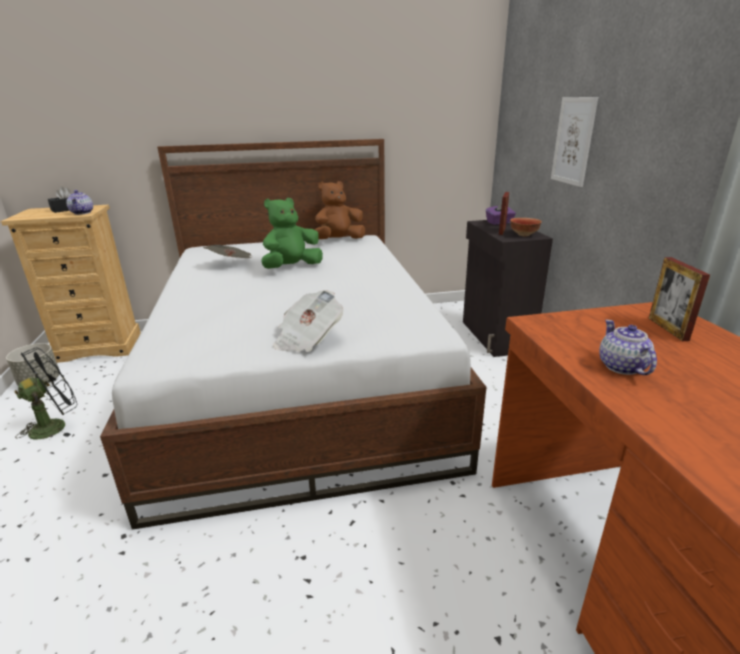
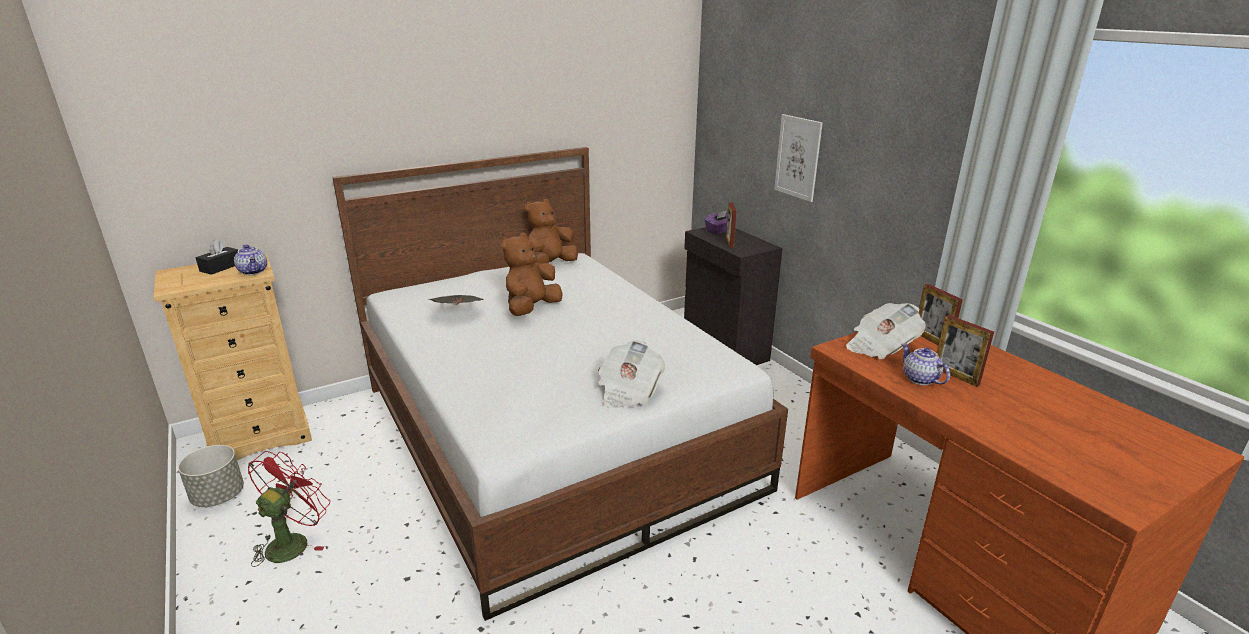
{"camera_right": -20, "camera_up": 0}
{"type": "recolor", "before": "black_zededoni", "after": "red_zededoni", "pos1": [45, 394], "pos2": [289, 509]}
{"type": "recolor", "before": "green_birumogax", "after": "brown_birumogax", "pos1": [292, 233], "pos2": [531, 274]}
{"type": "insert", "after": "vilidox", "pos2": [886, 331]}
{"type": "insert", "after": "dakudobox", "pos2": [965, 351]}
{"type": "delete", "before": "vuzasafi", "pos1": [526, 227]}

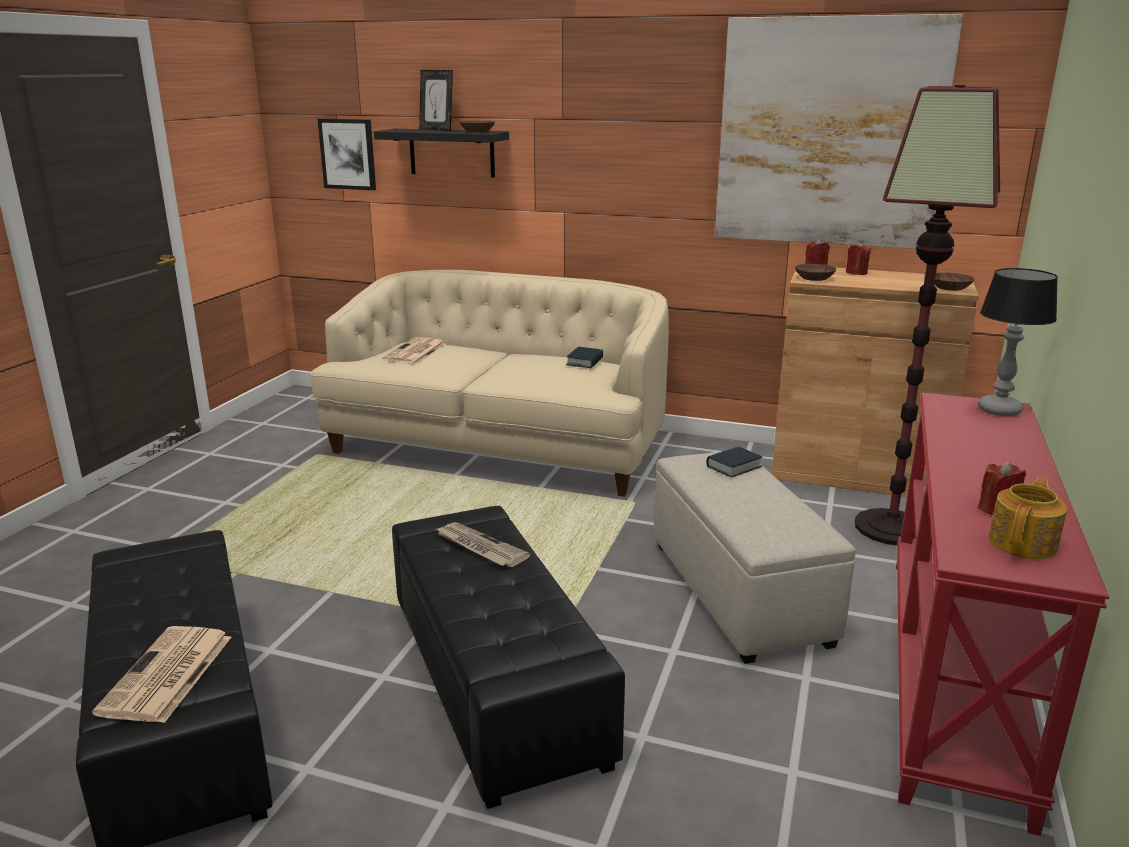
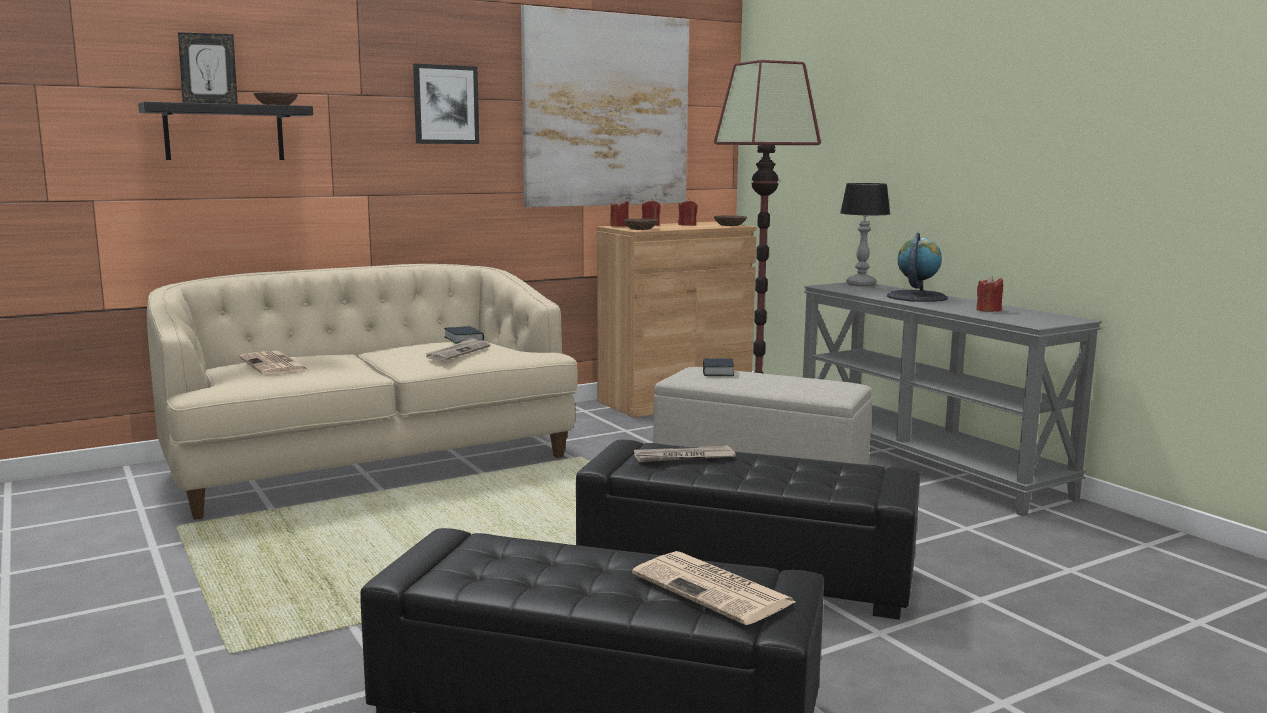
{"camera_right": -50, "camera_up": -10}
{"type": "move", "before": "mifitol", "pos1": [347, 154], "pos2": [446, 104]}
{"type": "insert", "after": "vilidox", "pos2": [457, 349]}
{"type": "insert", "after": "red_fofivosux", "pos2": [688, 212]}
{"type": "recolor", "before": "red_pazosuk", "after": "grey_pazosuk", "pos1": [1002, 614], "pos2": [952, 399]}
{"type": "insert", "after": "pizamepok", "pos2": [917, 267]}
{"type": "delete", "before": "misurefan", "pos1": [1027, 518]}

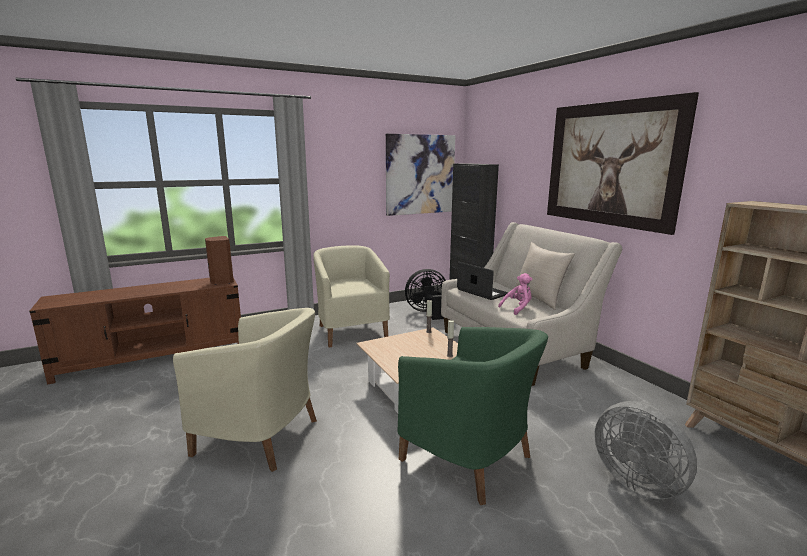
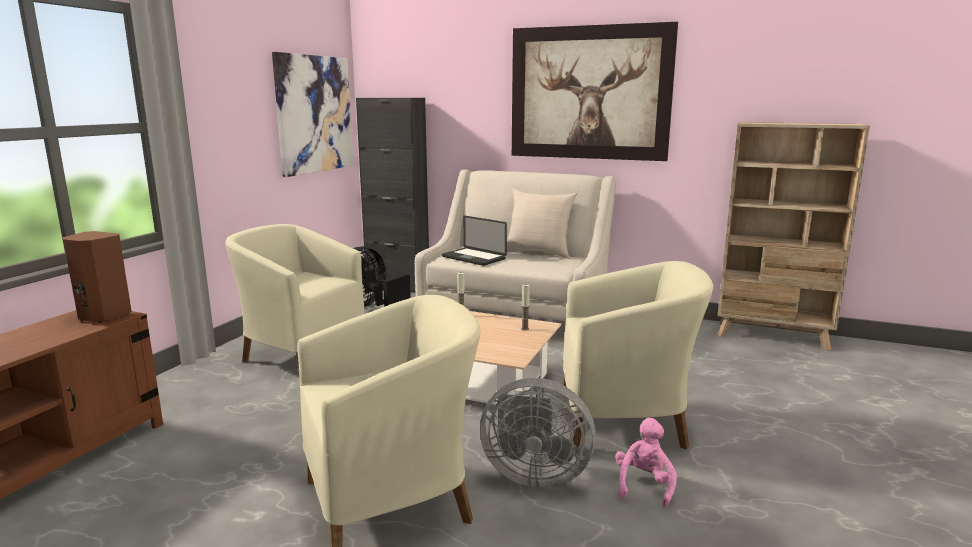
{"camera_right": -40, "camera_up": 0}
{"type": "rotate", "before": "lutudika", "pos1": [482, 281], "pos2": [474, 241], "turn": -150}
{"type": "move", "before": "grey_zededoni", "pos1": [645, 450], "pos2": [538, 433]}
{"type": "recolor", "before": "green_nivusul", "after": "beige_nivusul", "pos1": [472, 416], "pos2": [637, 355]}
{"type": "move", "before": "pink_birumogax", "pos1": [515, 294], "pos2": [646, 462]}

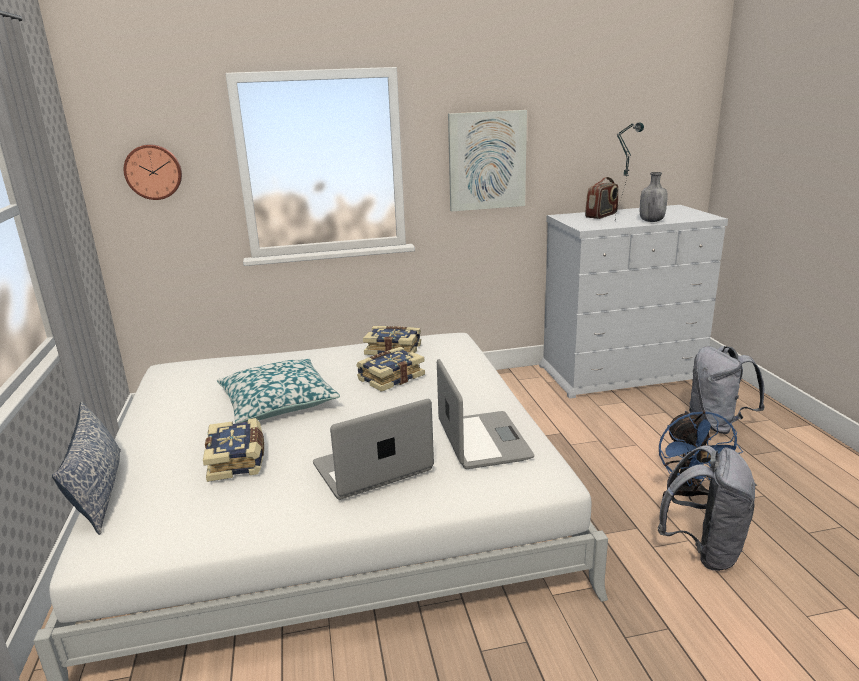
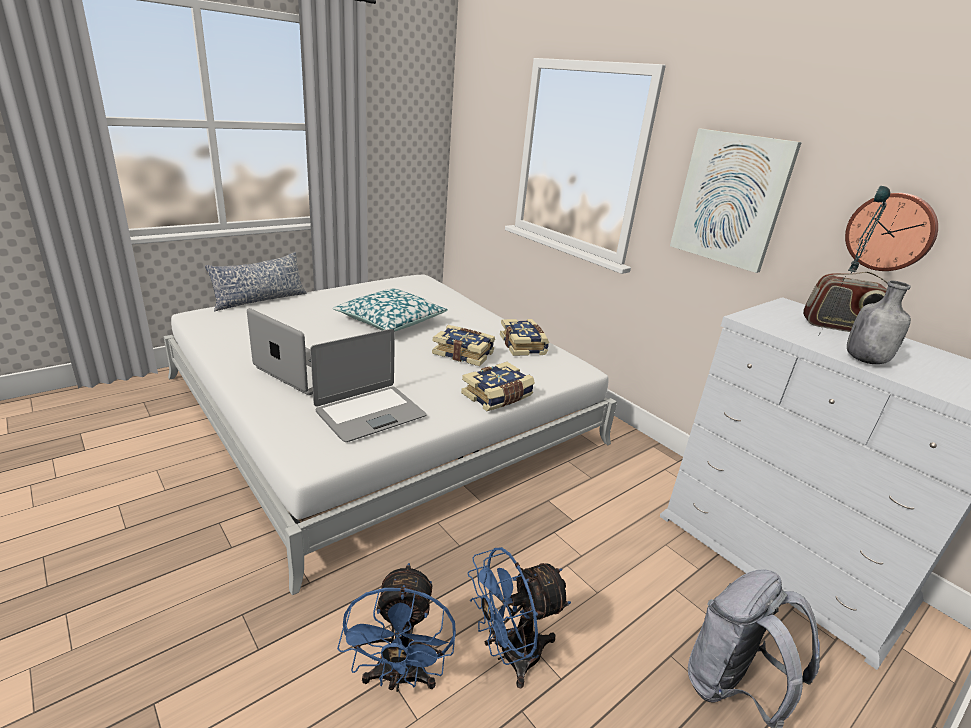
{"camera_right": 60, "camera_up": 5}
{"type": "replace", "before": "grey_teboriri", "after": "blue_zededoni", "pos1": [707, 508], "pos2": [396, 627]}
{"type": "move", "before": "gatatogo", "pos1": [233, 450], "pos2": [498, 386]}
{"type": "move", "before": "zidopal", "pos1": [153, 172], "pos2": [891, 232]}

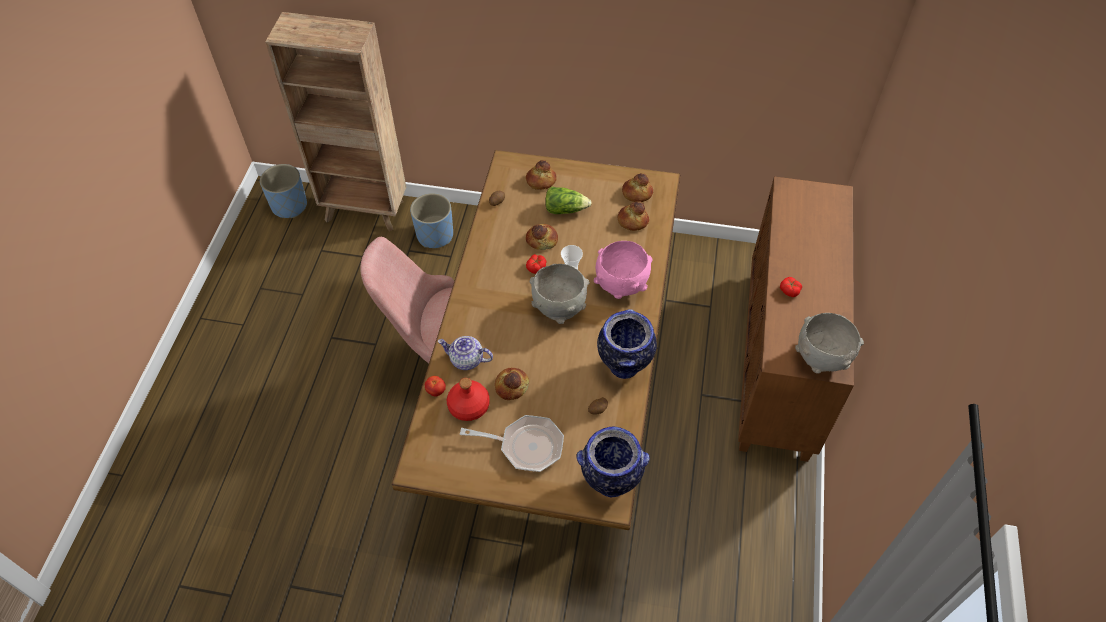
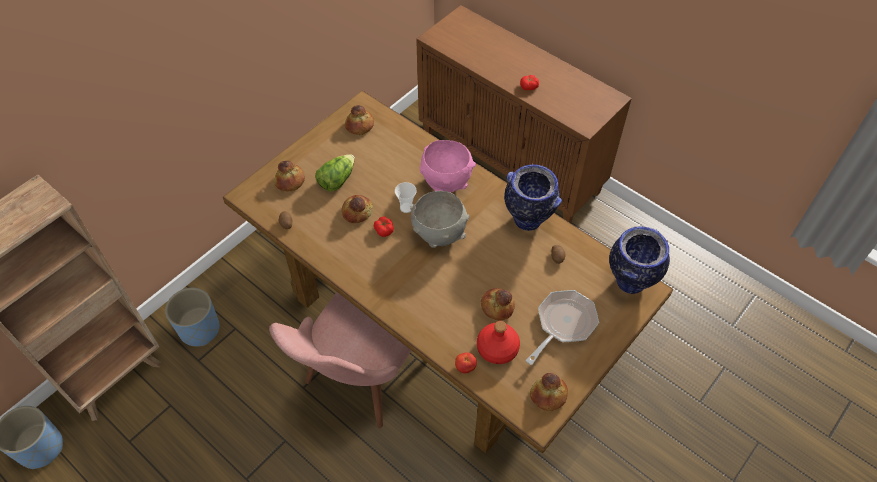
{"camera_right": -60, "camera_up": 0}
{"type": "move", "before": "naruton", "pos1": [633, 216], "pos2": [549, 392]}
{"type": "delete", "before": "misurefan", "pos1": [465, 353]}
{"type": "delete", "before": "grey_vuzasafi", "pos1": [829, 343]}

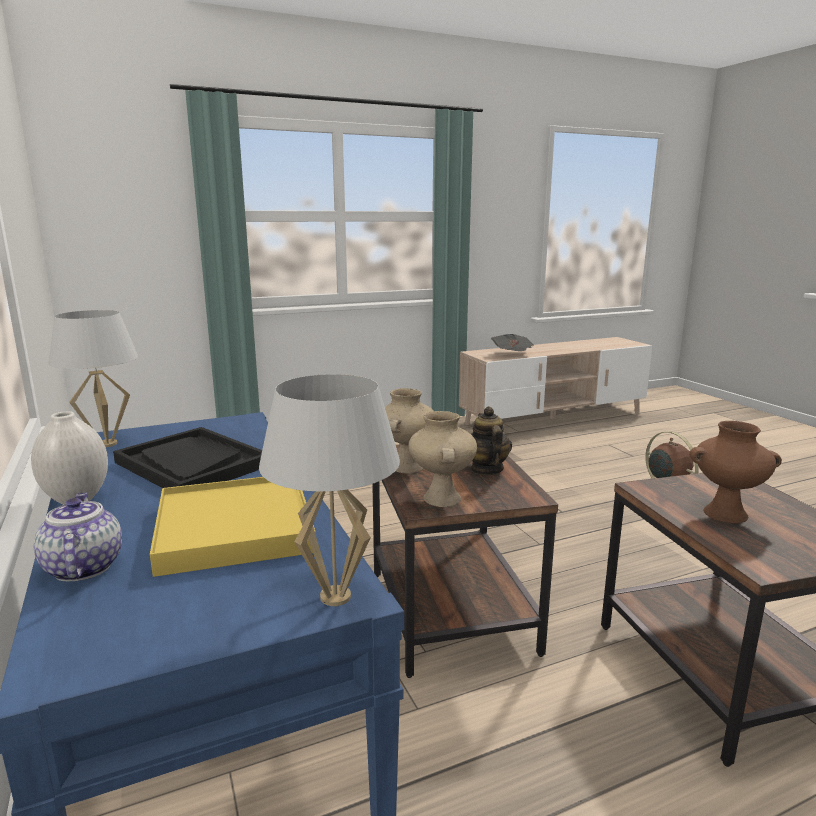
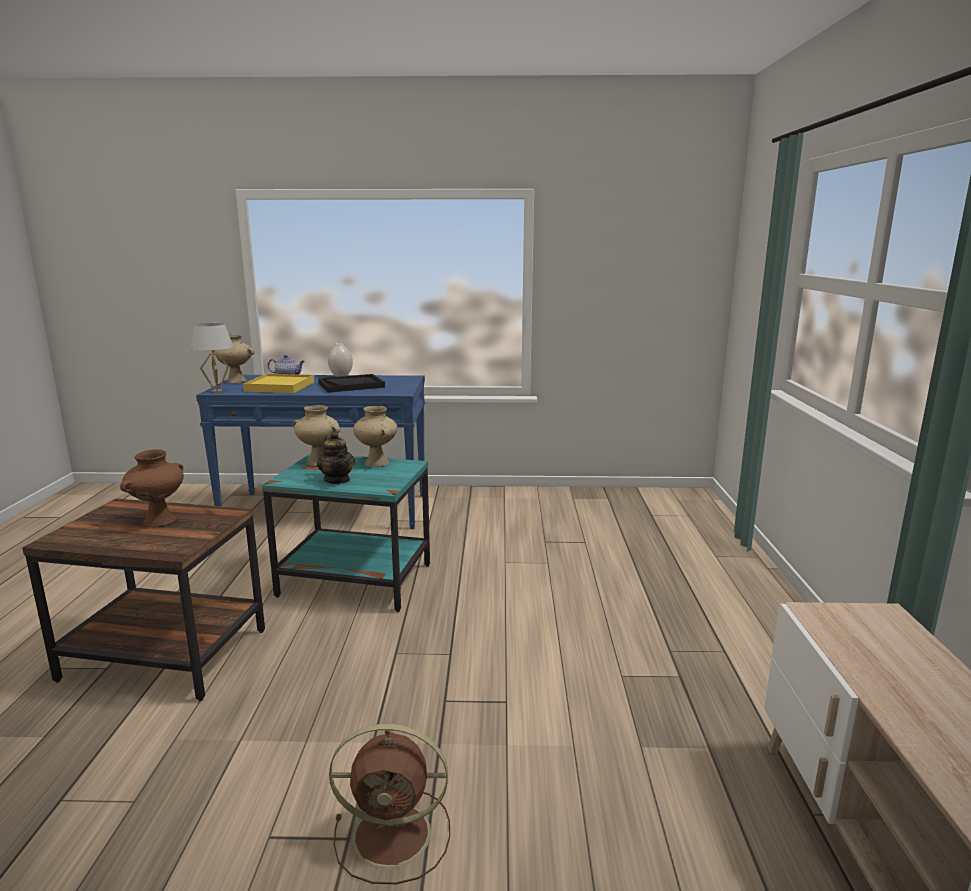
{"camera_right": 115, "camera_up": 0}
{"type": "insert", "after": "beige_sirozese", "pos2": [233, 358]}
{"type": "recolor", "before": "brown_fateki", "after": "turquoise_fateki", "pos1": [465, 561], "pos2": [346, 532]}
{"type": "rotate", "before": "misurefan", "pos1": [491, 440], "pos2": [336, 457], "turn": 45}
{"type": "delete", "before": "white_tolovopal", "pos1": [93, 378]}
{"type": "delete", "before": "vilidox", "pos1": [512, 342]}

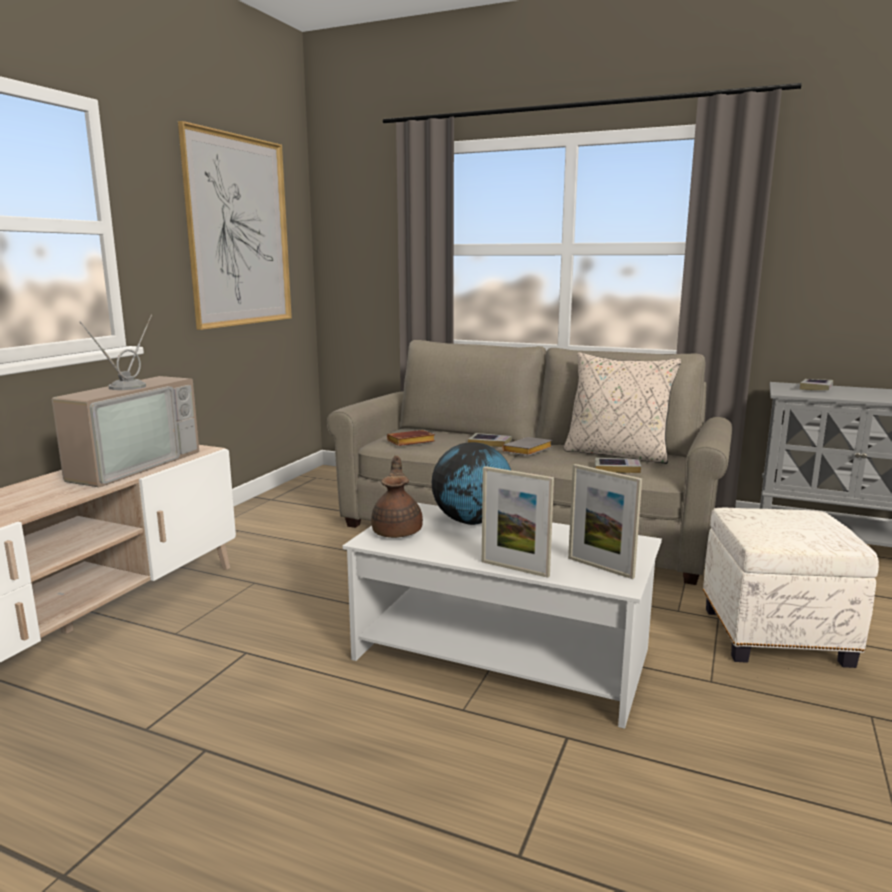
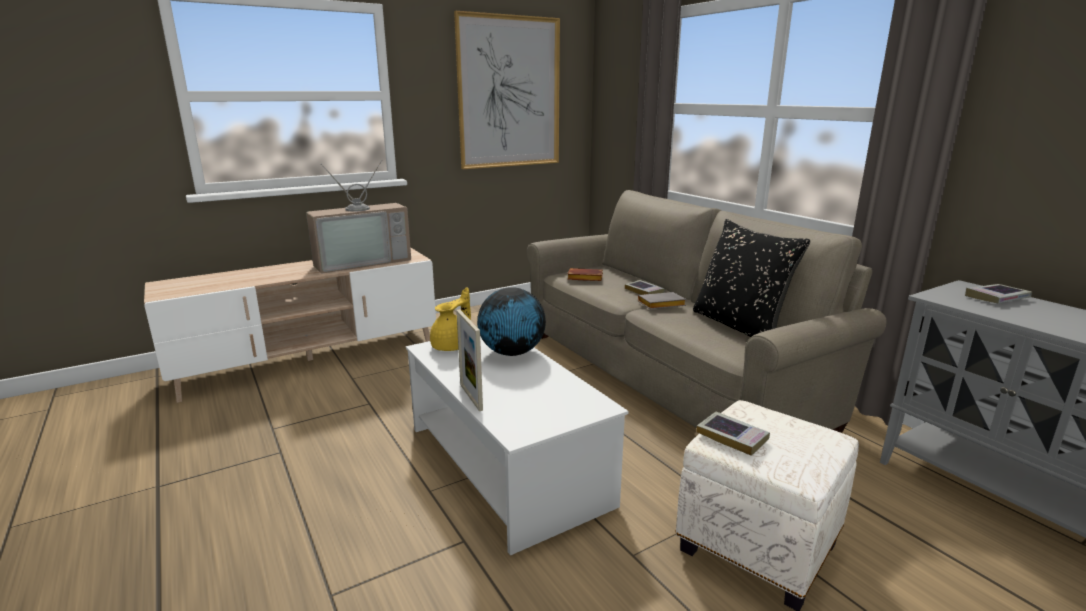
{"camera_right": 35, "camera_up": 5}
{"type": "recolor", "before": "brown_misurefan", "after": "yellow_misurefan", "pos1": [397, 497], "pos2": [450, 319]}
{"type": "recolor", "before": "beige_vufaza", "after": "black_vufaza", "pos1": [622, 408], "pos2": [751, 278]}
{"type": "move", "before": "gatatogo", "pos1": [618, 465], "pos2": [733, 434]}
{"type": "delete", "before": "dakudobox", "pos1": [605, 521]}

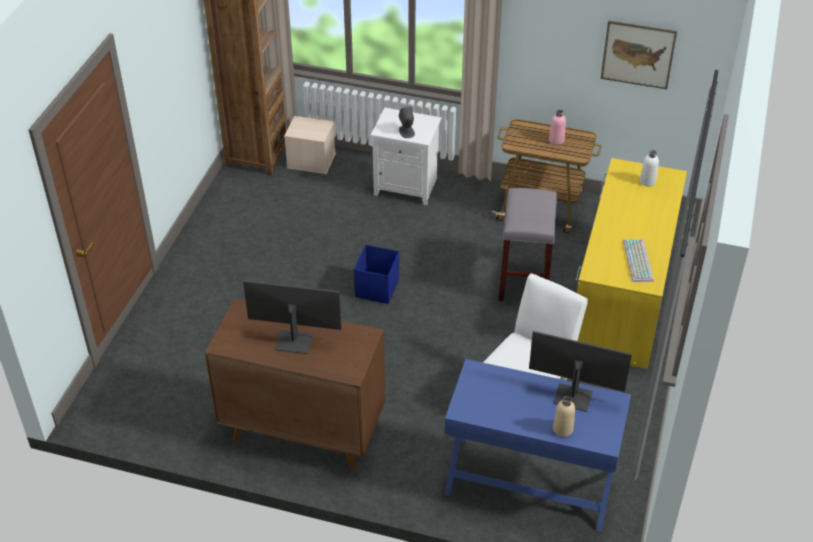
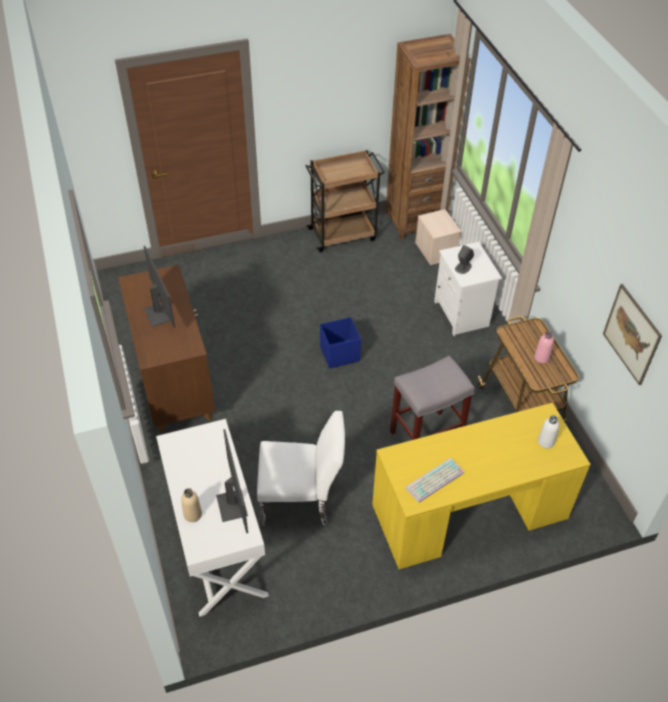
{"camera_right": 55, "camera_up": 5}
{"type": "recolor", "before": "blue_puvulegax", "after": "white_puvulegax", "pos1": [537, 445], "pos2": [212, 518]}
{"type": "insert", "after": "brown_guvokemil", "pos2": [345, 201]}

